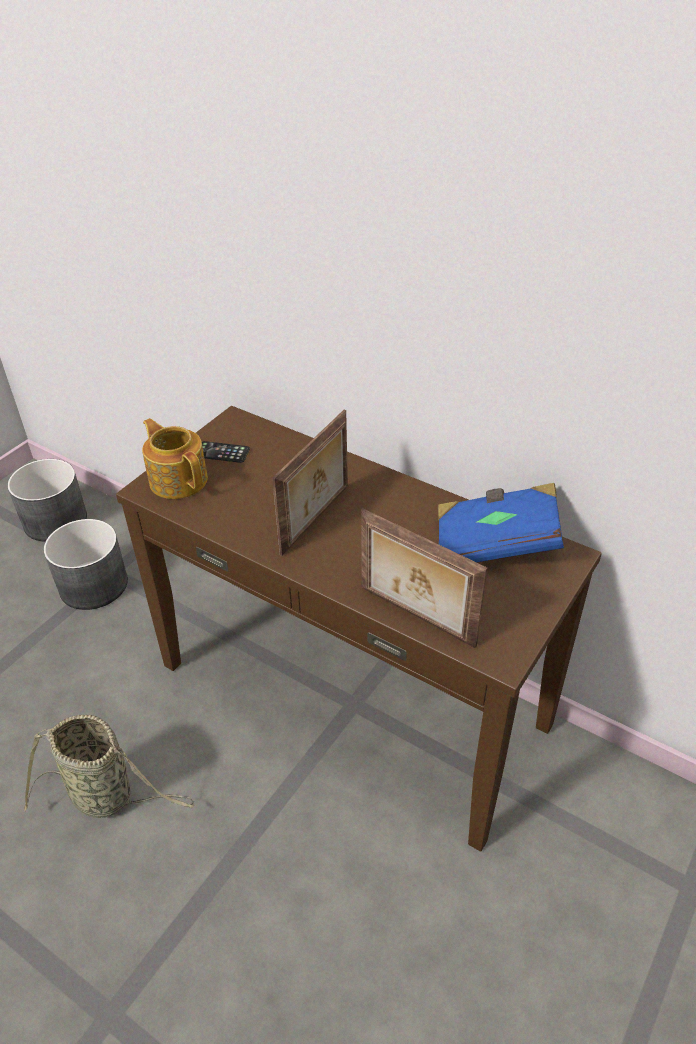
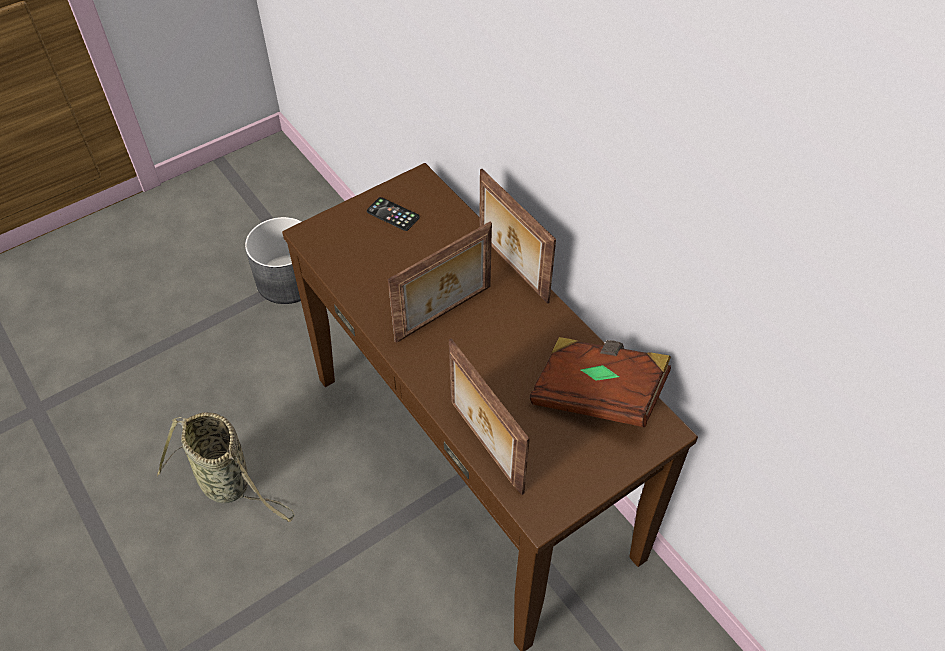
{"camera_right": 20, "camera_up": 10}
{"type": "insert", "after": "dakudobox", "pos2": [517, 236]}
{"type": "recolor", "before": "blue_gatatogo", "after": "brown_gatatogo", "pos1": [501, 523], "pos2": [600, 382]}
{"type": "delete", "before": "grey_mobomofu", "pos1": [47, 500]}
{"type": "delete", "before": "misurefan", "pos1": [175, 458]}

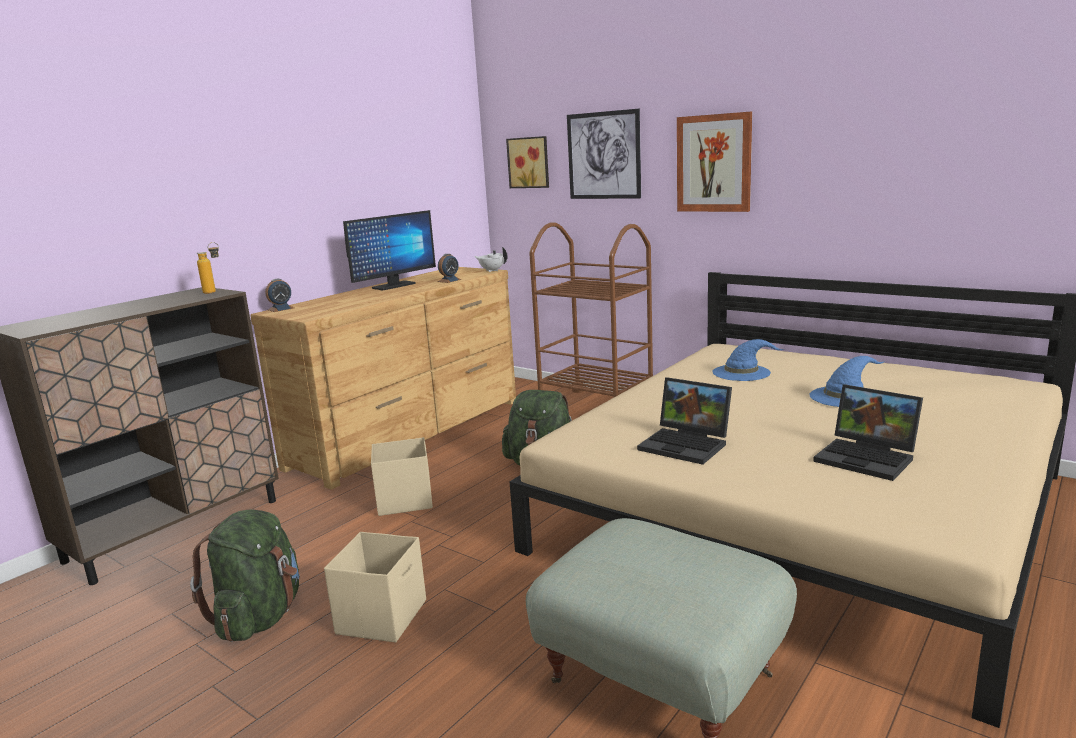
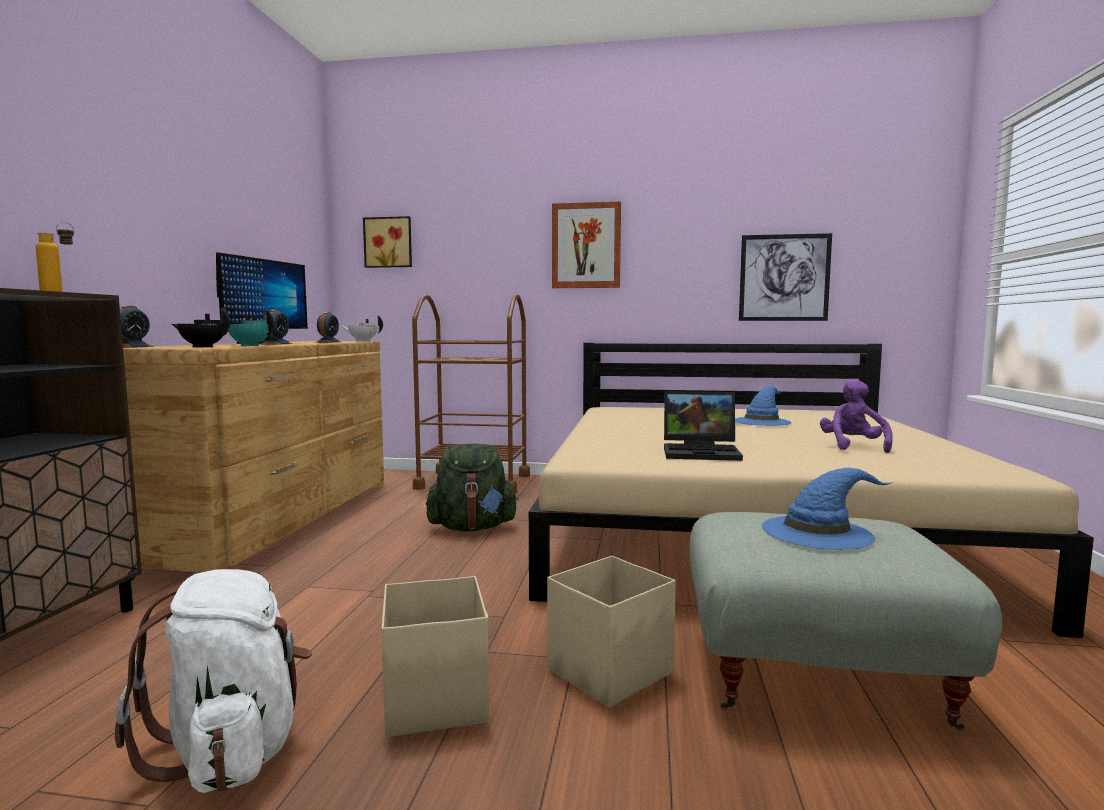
{"camera_right": -30, "camera_up": -10}
{"type": "recolor", "before": "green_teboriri", "after": "white_teboriri", "pos1": [245, 575], "pos2": [213, 681]}
{"type": "insert", "after": "black_misurefan", "pos2": [201, 327]}
{"type": "insert", "after": "turquoise_misurefan", "pos2": [251, 327]}
{"type": "insert", "after": "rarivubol", "pos2": [277, 327]}
{"type": "move", "before": "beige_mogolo", "pos1": [402, 476], "pos2": [611, 632]}
{"type": "move", "before": "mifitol", "pos1": [604, 154], "pos2": [785, 277]}
{"type": "move", "before": "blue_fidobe", "pos1": [748, 360], "pos2": [827, 509]}
{"type": "replace", "before": "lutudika", "after": "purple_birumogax", "pos1": [868, 432], "pos2": [856, 416]}

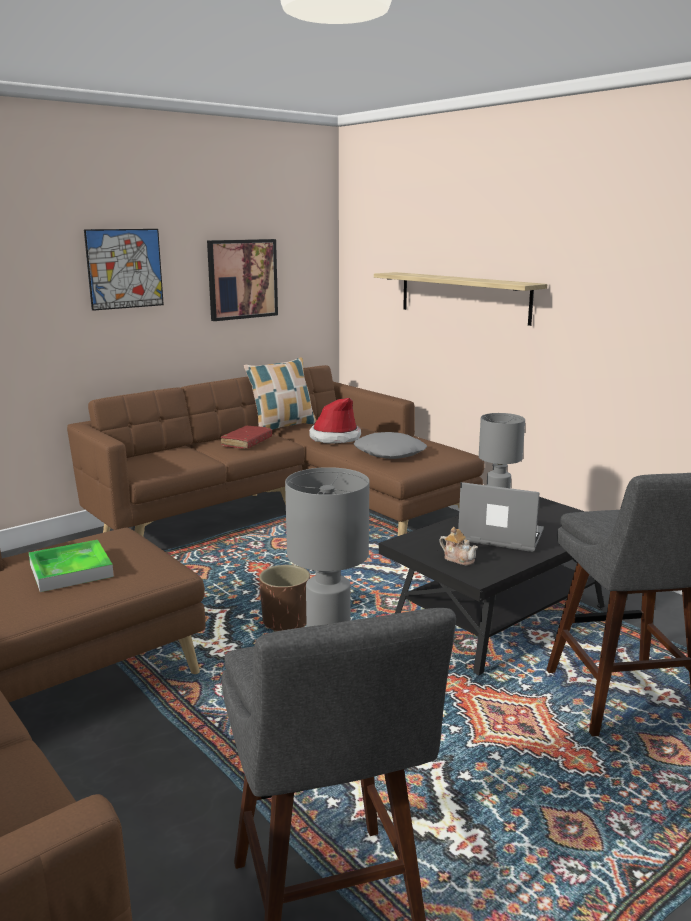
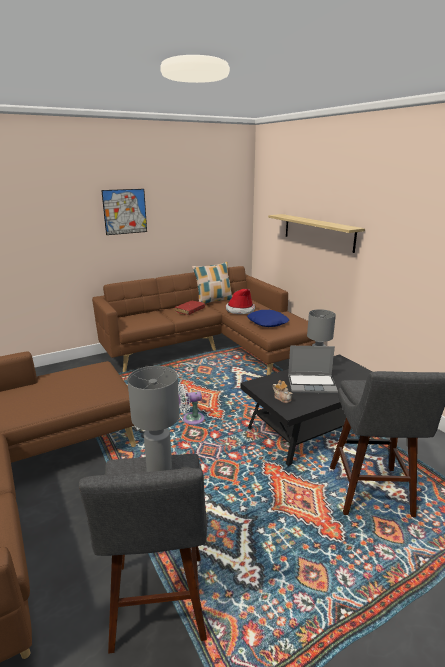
{"camera_right": 10, "camera_up": 5}
{"type": "replace", "before": "brown_mobomofu", "after": "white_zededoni", "pos1": [284, 598], "pos2": [191, 404]}
{"type": "recolor", "before": "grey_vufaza", "after": "blue_vufaza", "pos1": [390, 445], "pos2": [268, 318]}
{"type": "rotate", "before": "lutudika", "pos1": [501, 517], "pos2": [313, 370], "turn": 150}
{"type": "delete", "before": "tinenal", "pos1": [71, 566]}
{"type": "delete", "before": "mifitol", "pos1": [242, 280]}

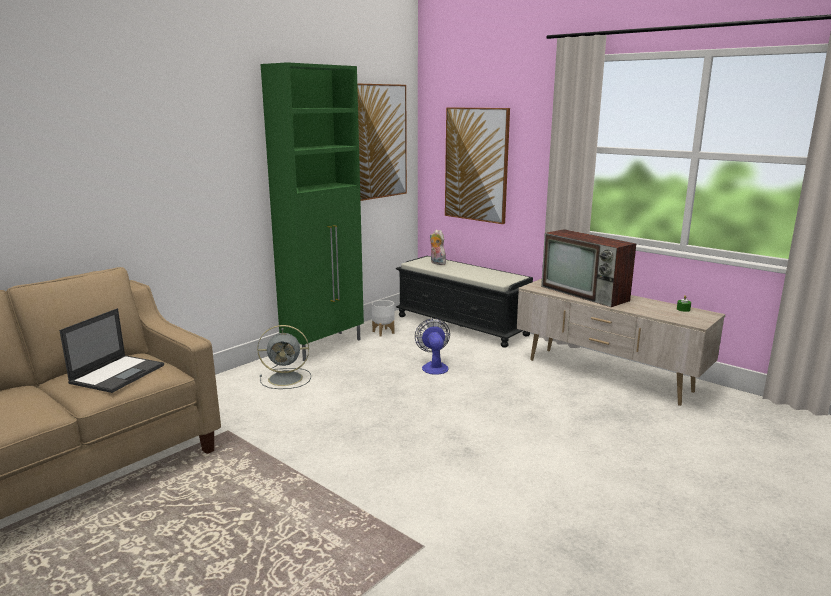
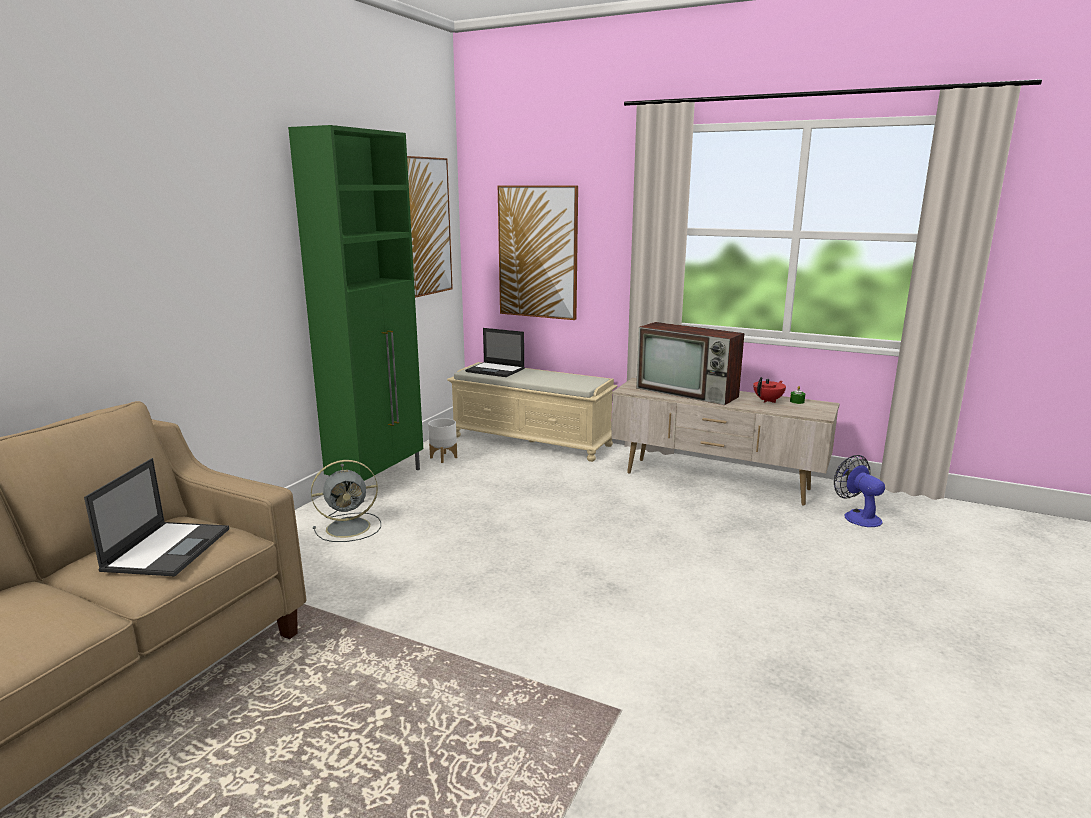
{"camera_right": -15, "camera_up": 0}
{"type": "recolor", "before": "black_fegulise", "after": "beige_fegulise", "pos1": [464, 302], "pos2": [532, 412]}
{"type": "replace", "before": "birumogax", "after": "lutudika", "pos1": [438, 247], "pos2": [495, 352]}
{"type": "insert", "after": "red_misurefan", "pos2": [769, 390]}
{"type": "move", "before": "zededoni", "pos1": [432, 346], "pos2": [859, 491]}

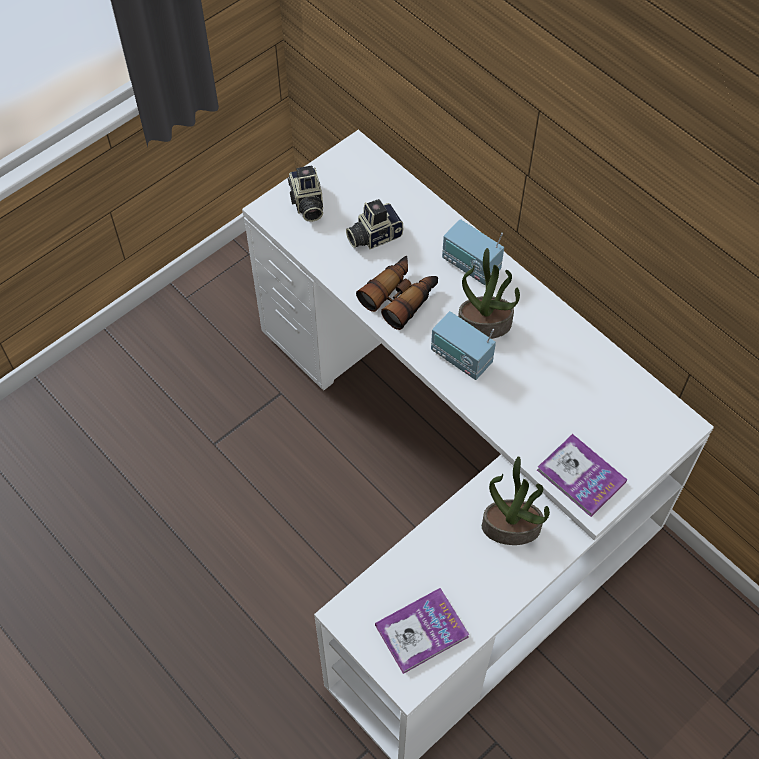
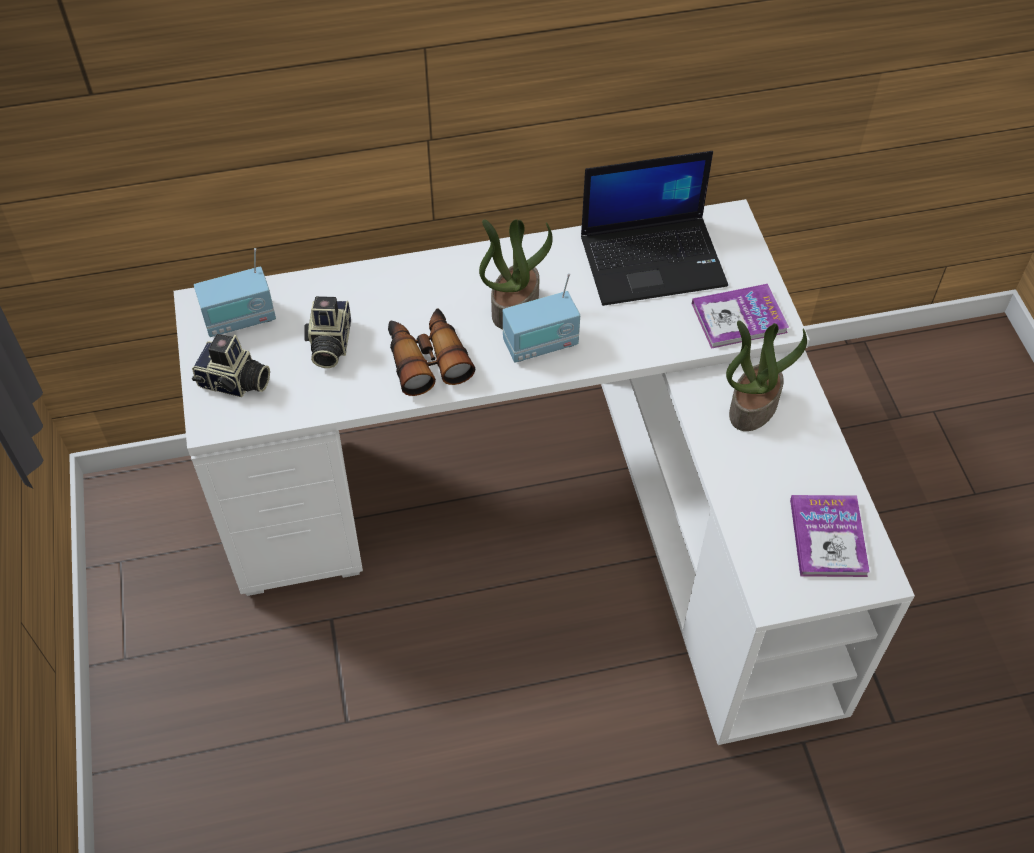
{"camera_right": -60, "camera_up": -5}
{"type": "move", "before": "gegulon", "pos1": [473, 252], "pos2": [235, 292]}
{"type": "insert", "after": "lutudika", "pos2": [654, 228]}

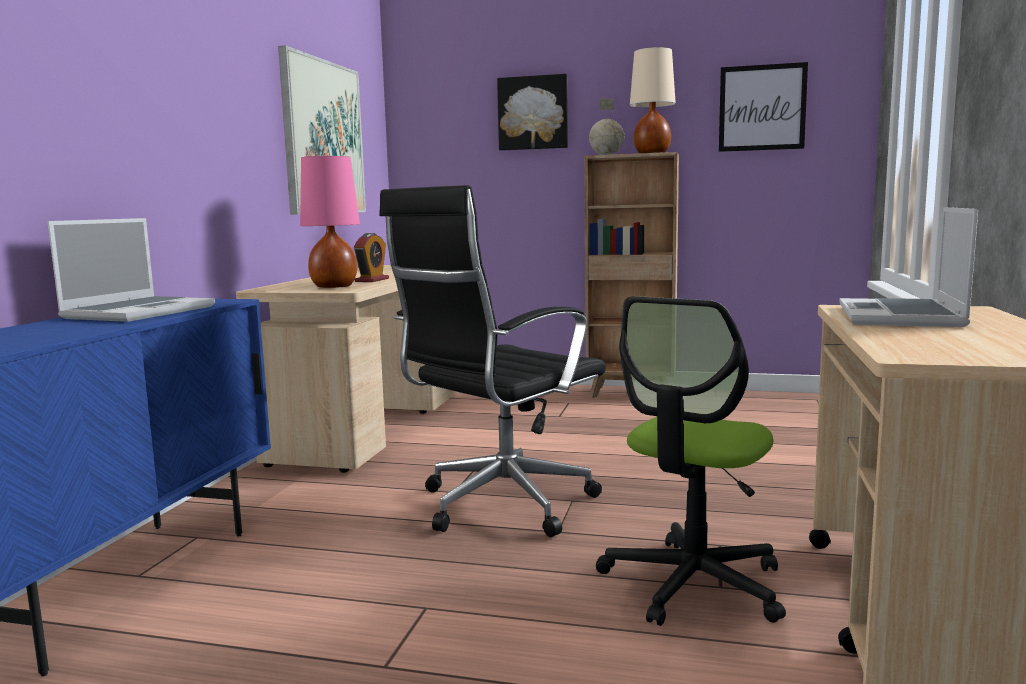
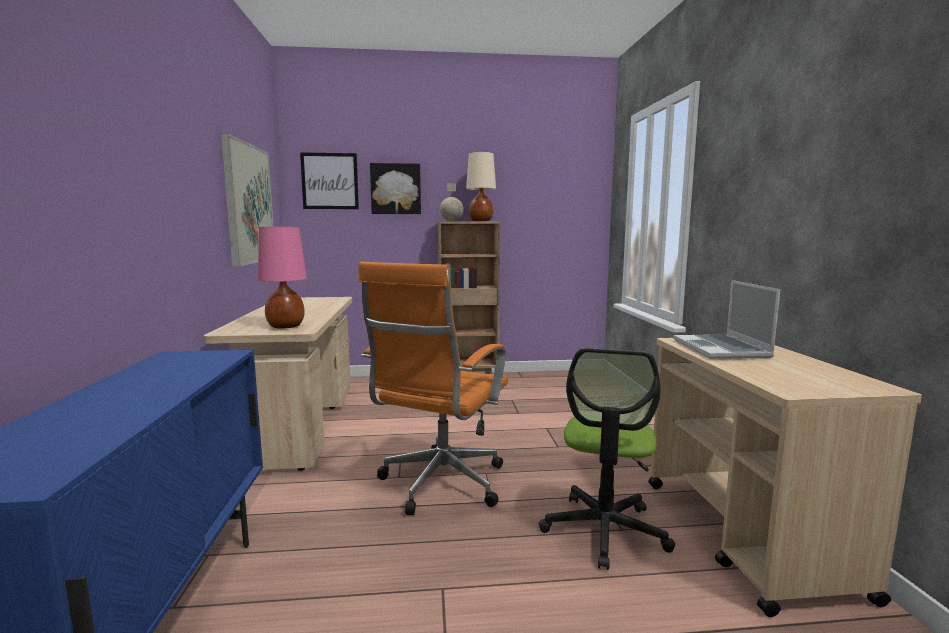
{"camera_right": -20, "camera_up": 0}
{"type": "move", "before": "mifitol", "pos1": [763, 107], "pos2": [329, 180]}
{"type": "recolor", "before": "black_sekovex", "after": "orange_sekovex", "pos1": [492, 361], "pos2": [433, 388]}
{"type": "delete", "before": "lutudika", "pos1": [131, 270]}
{"type": "delete", "before": "rarivubol", "pos1": [371, 257]}

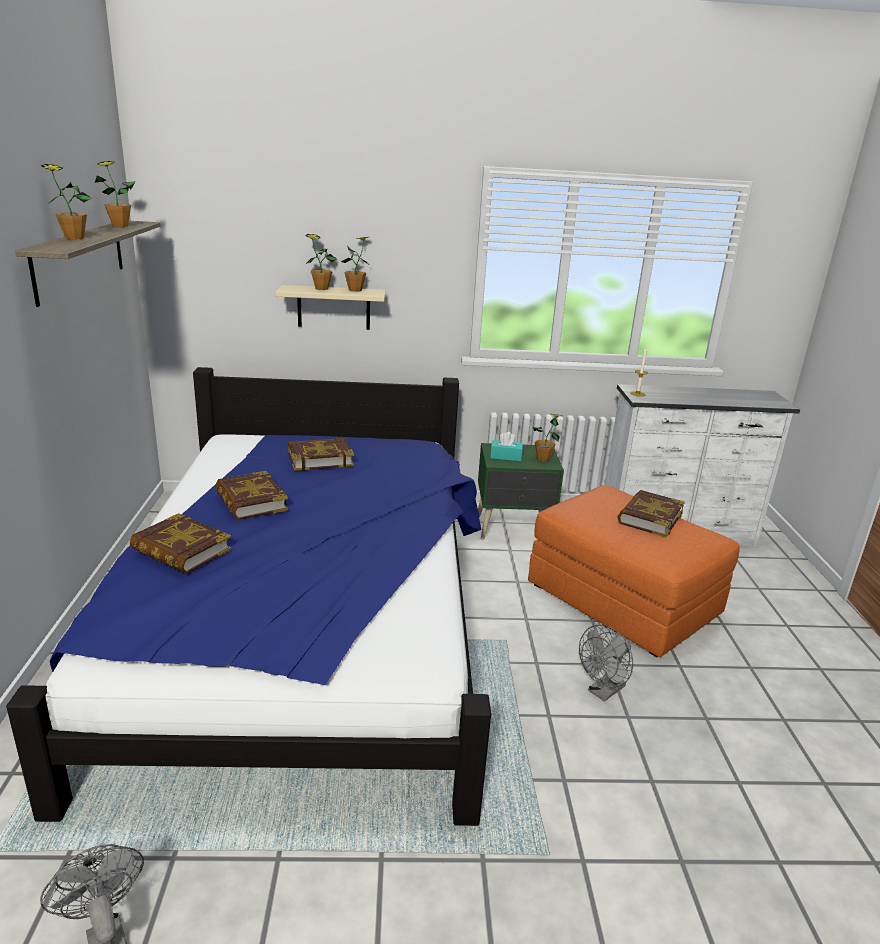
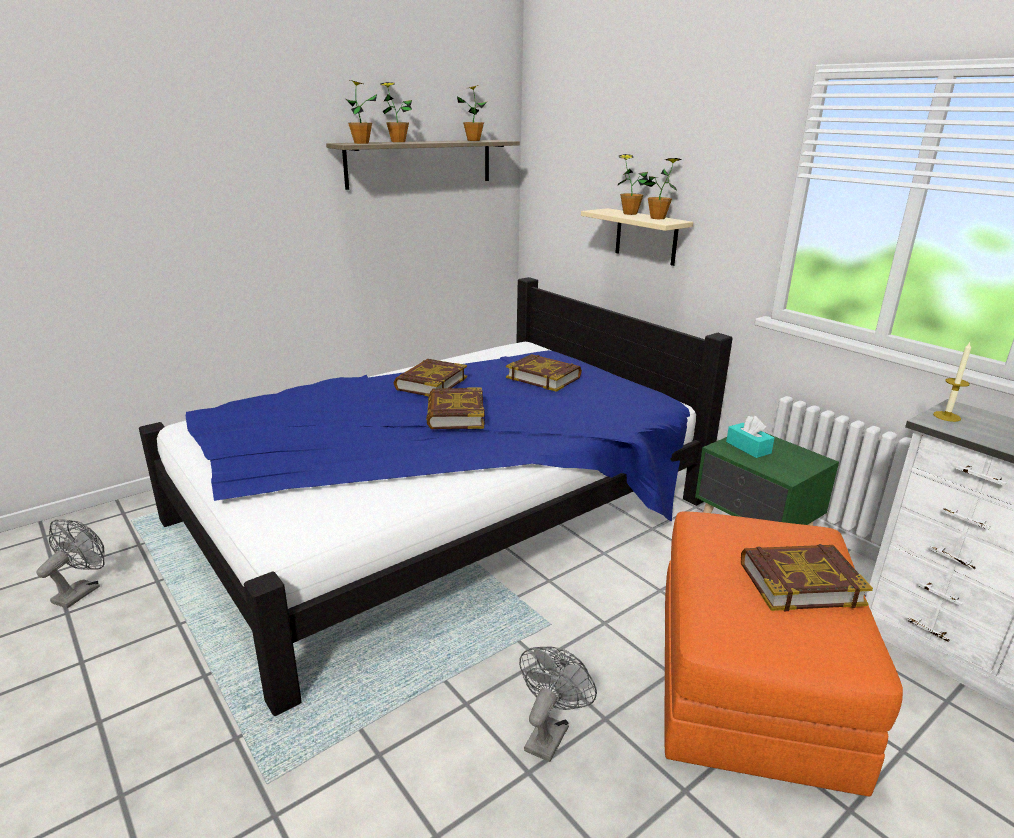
{"camera_right": 55, "camera_up": 0}
{"type": "move", "before": "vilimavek", "pos1": [548, 438], "pos2": [361, 112]}
{"type": "move", "before": "gatatogo", "pos1": [181, 543], "pos2": [455, 408]}
{"type": "rotate", "before": "grey_zededoni", "pos1": [606, 663], "pos2": [558, 704], "turn": 105}

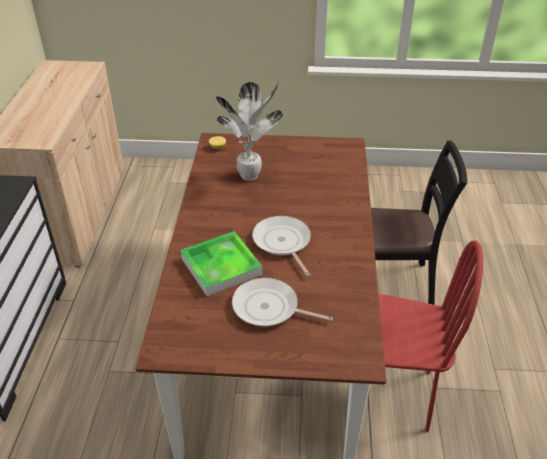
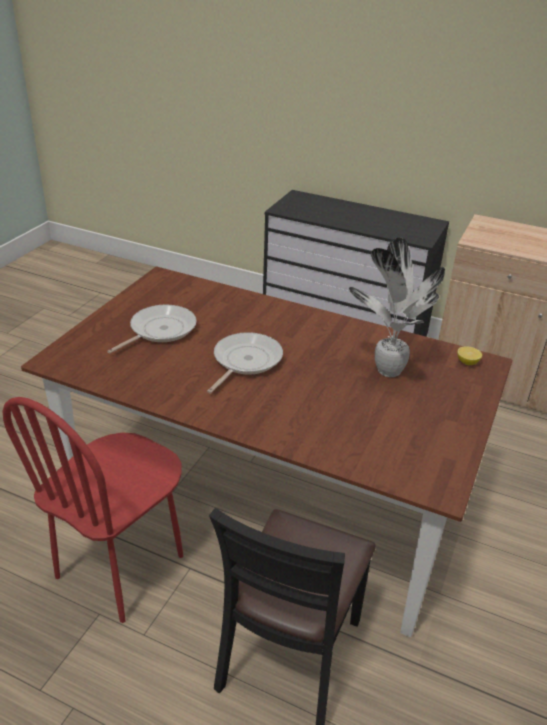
{"camera_right": 110, "camera_up": -5}
{"type": "rotate", "before": "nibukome", "pos1": [281, 246], "pos2": [245, 363], "turn": -60}
{"type": "delete", "before": "tinenal", "pos1": [221, 263]}

